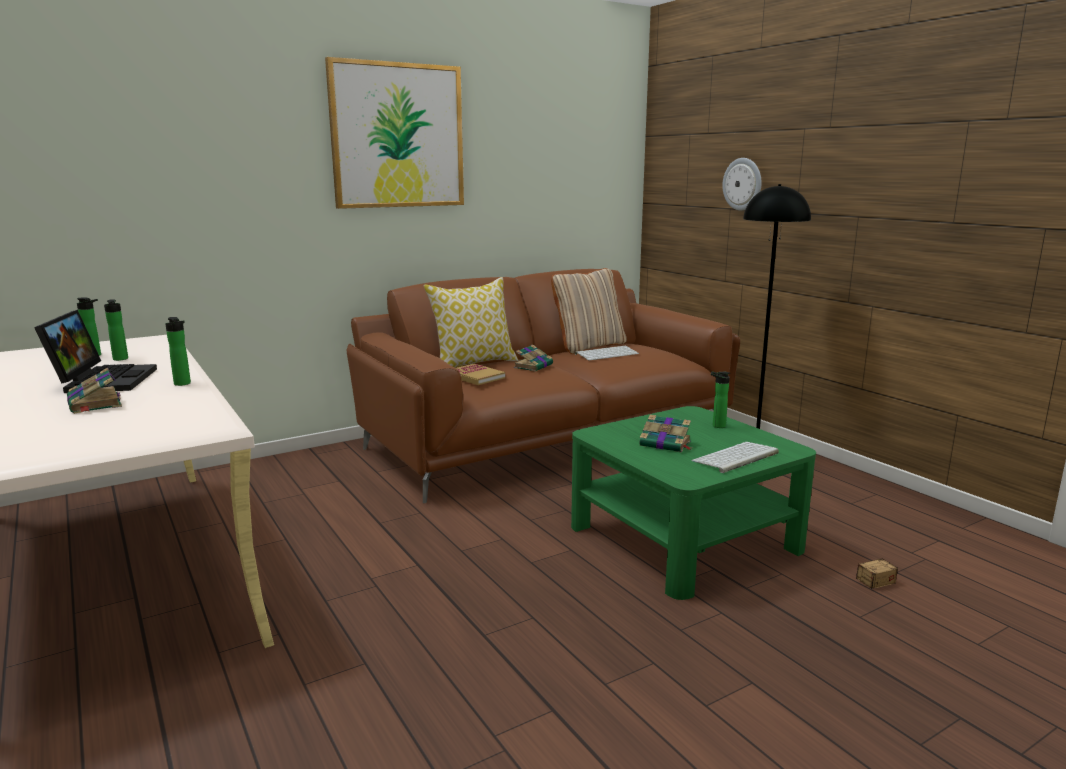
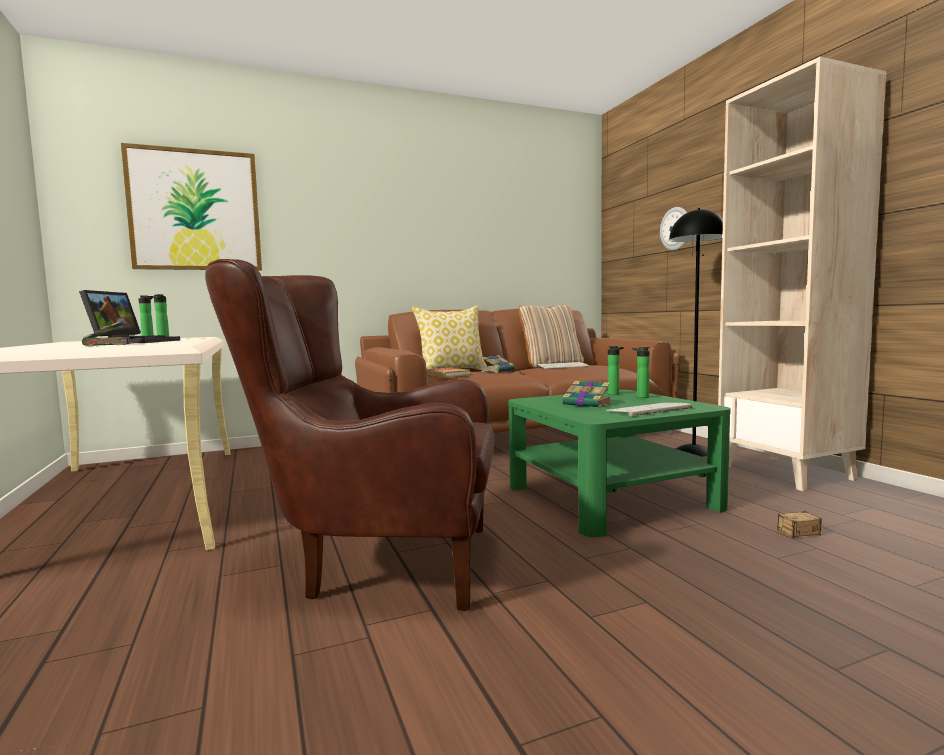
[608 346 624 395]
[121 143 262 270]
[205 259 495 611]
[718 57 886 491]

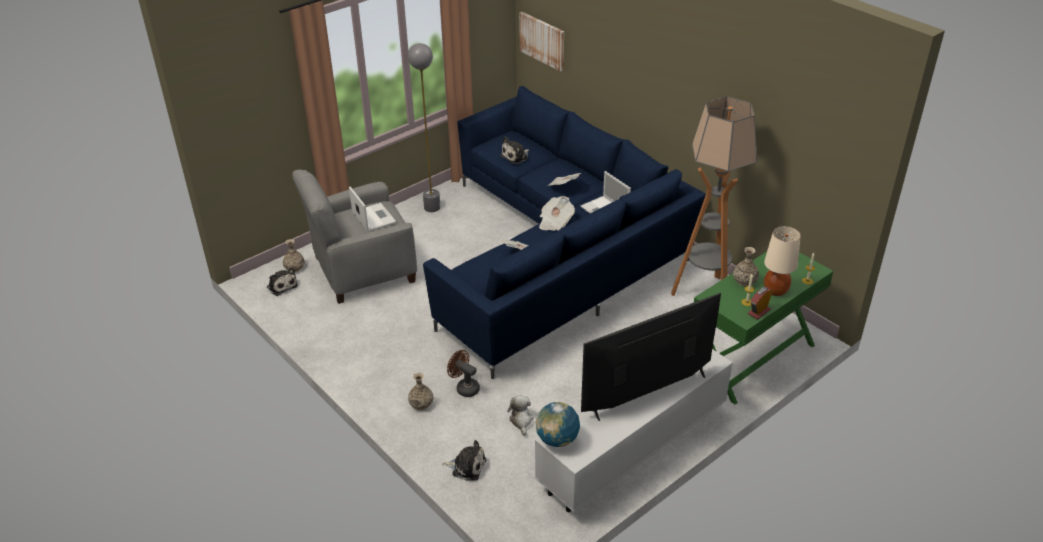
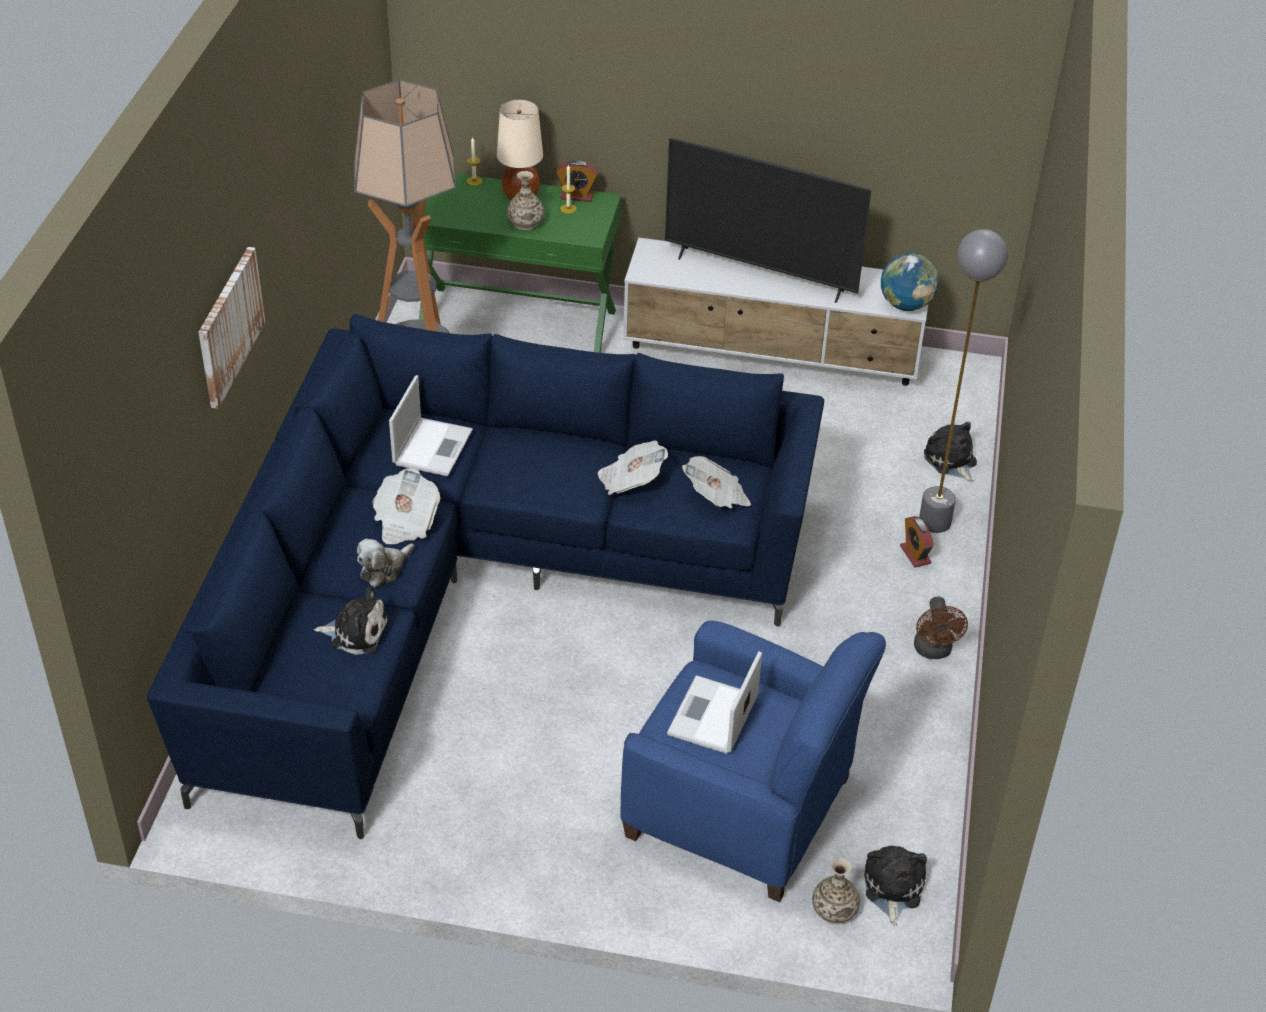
[621 620 886 902]
[919 229 1008 533]
[900 516 934 568]
[914 597 968 659]
[357 539 414 587]
[198 247 265 409]
[682 456 751 508]

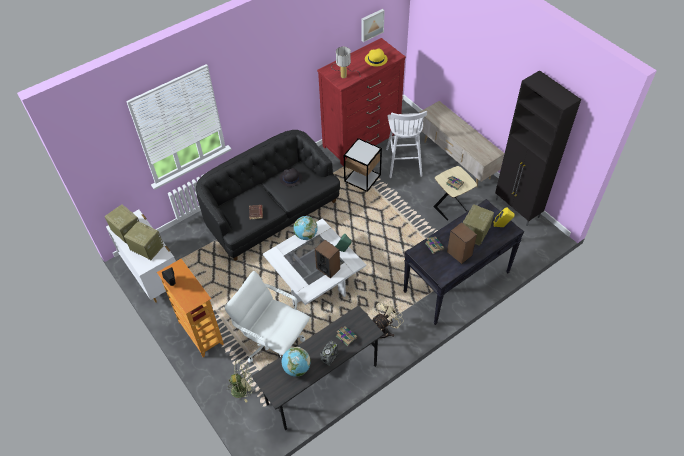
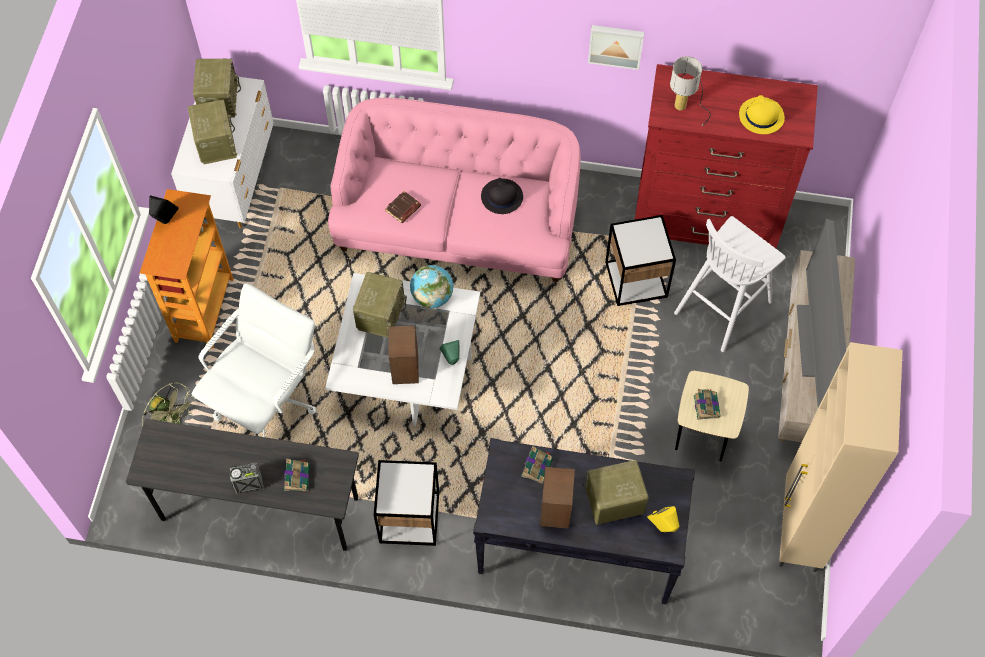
[328 98 581 282]
[192 283 316 437]
[282 347 311 377] (first image)
[588 25 644 70]
[374 460 439 546]
[779 342 903 572]
[353 272 407 338]
[797 219 846 408]

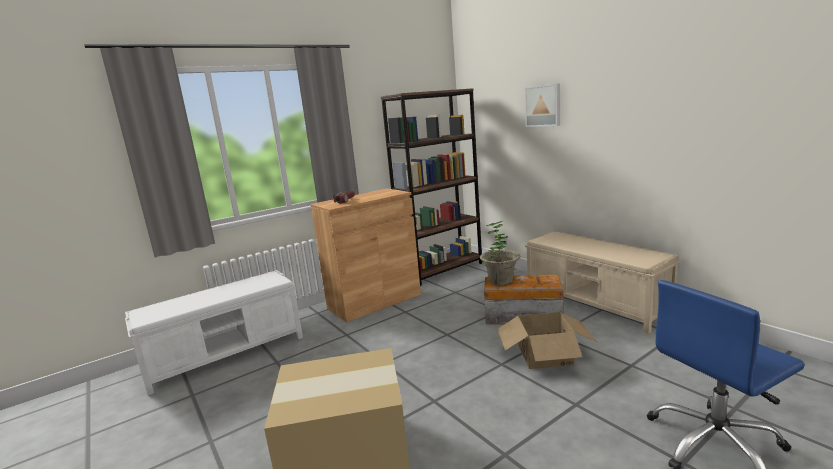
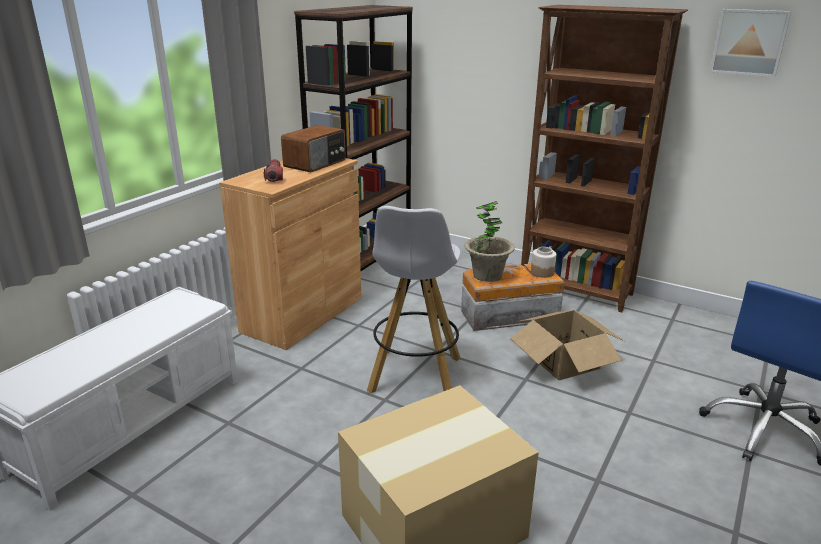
[710 9 791 77]
[521 5 688 312]
[281 125 346 172]
[367 206 461 393]
[531 247 556 278]

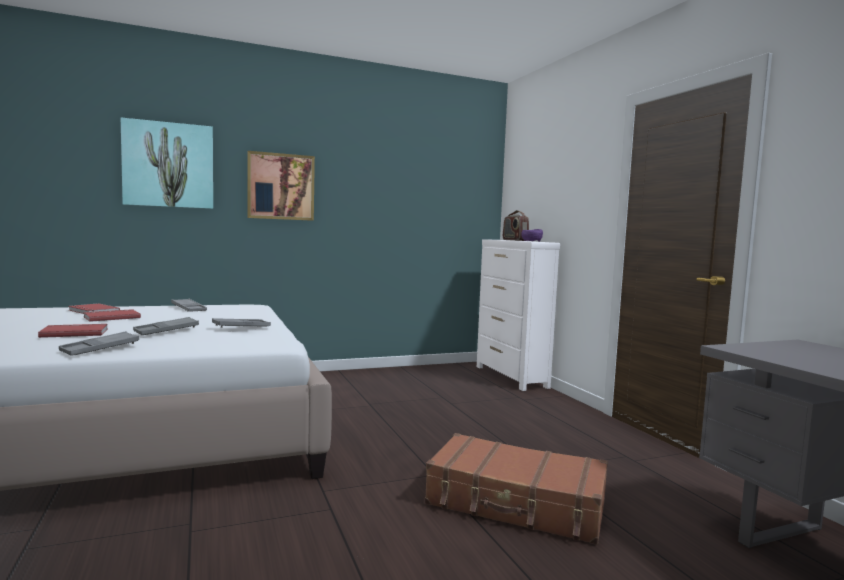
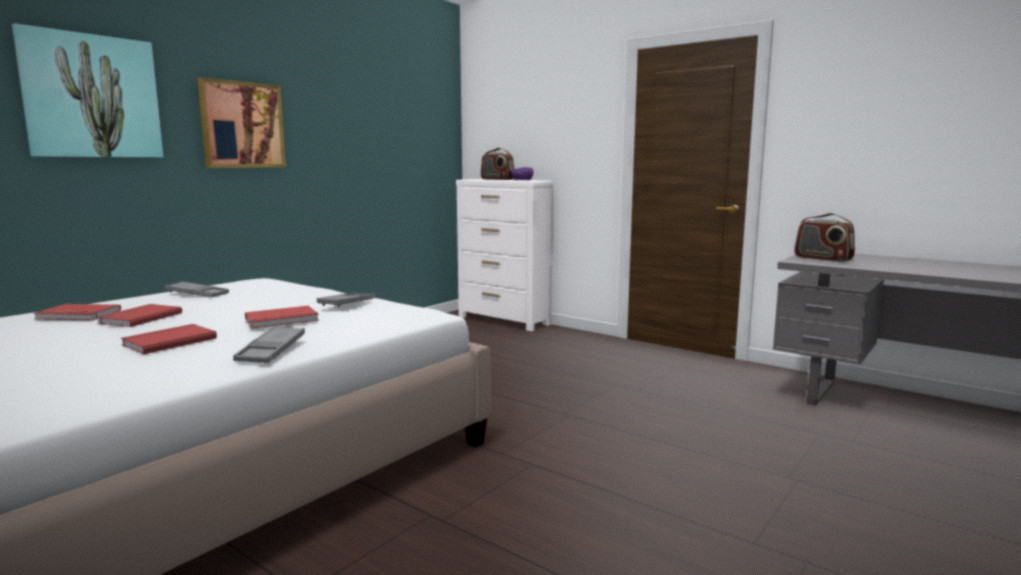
[245 306 319 329]
[425 433 608 545] (first image)
[794 213 855 262]

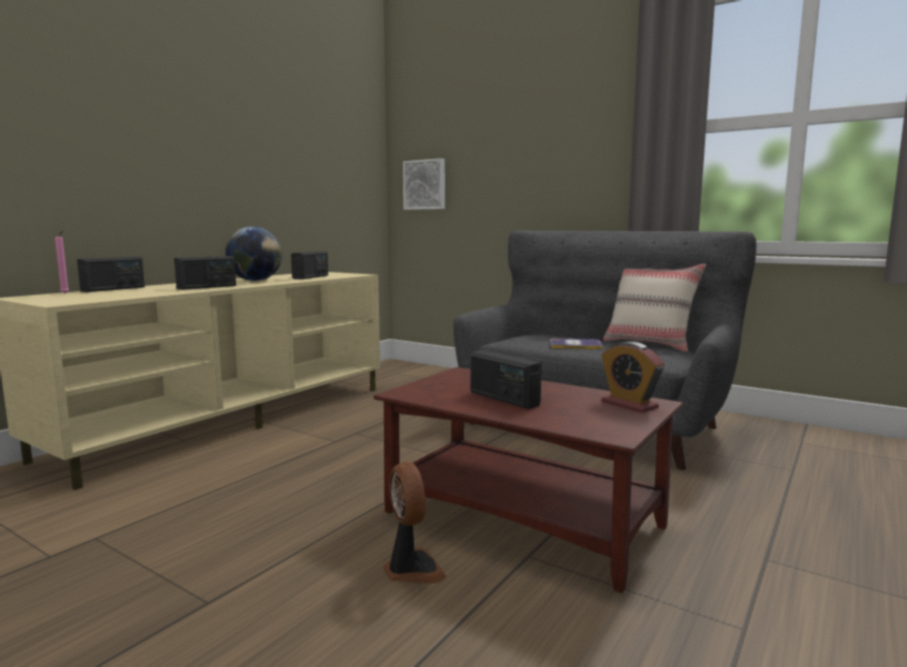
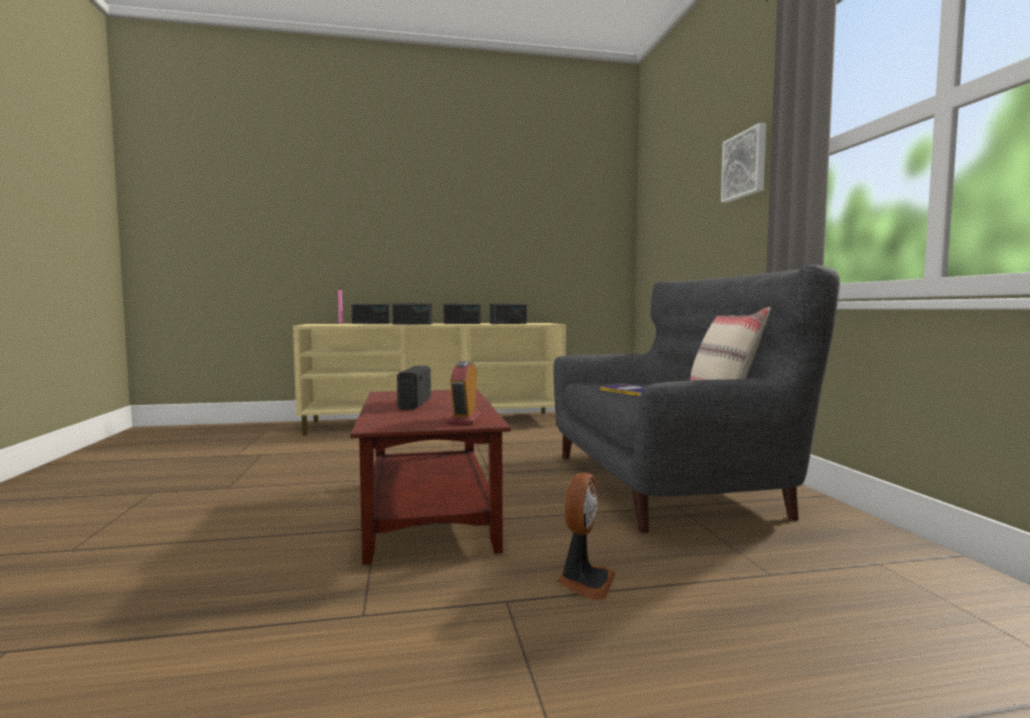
[444 304 481 324]
[557 473 616 600]
[721 123 766 203]

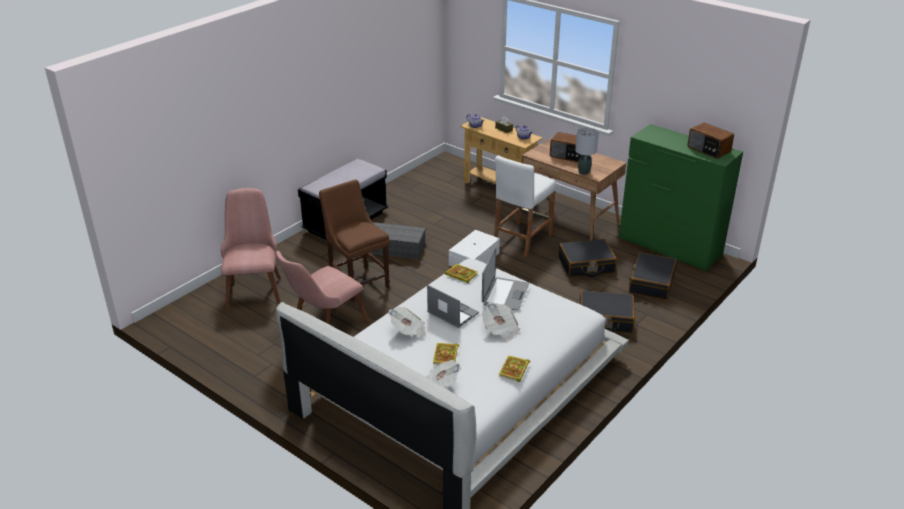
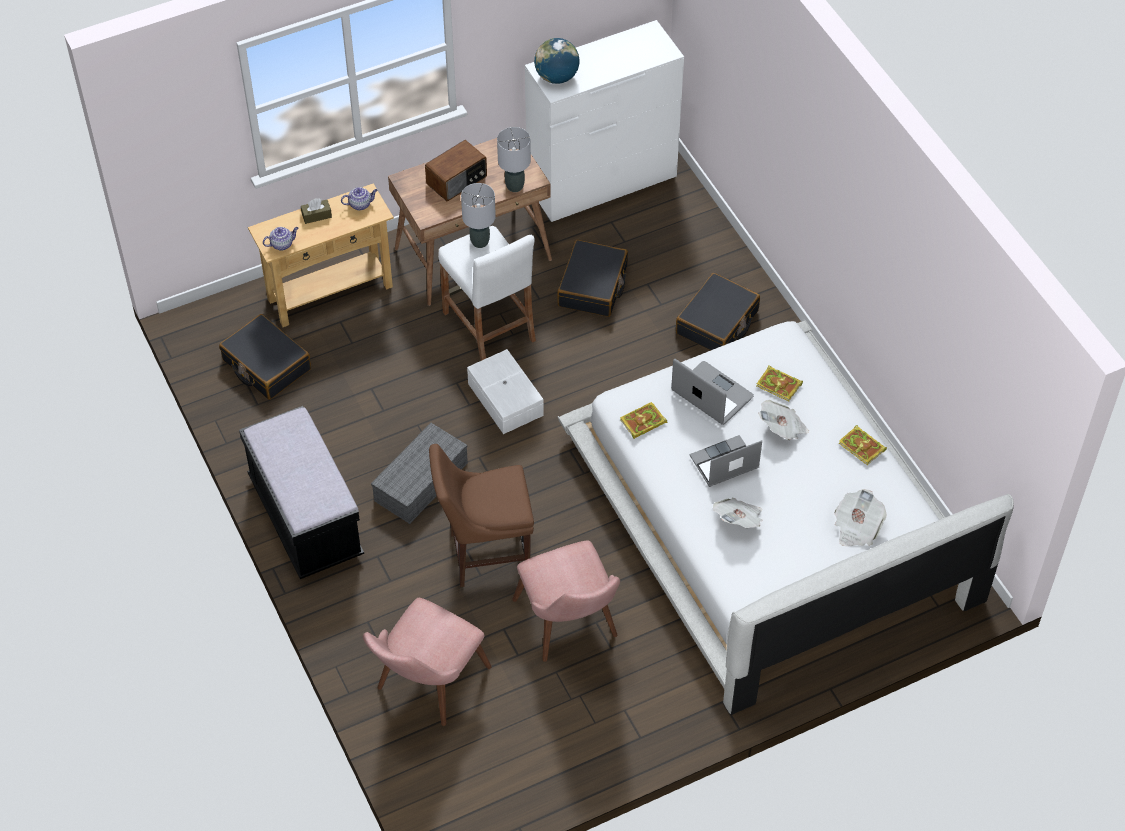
[363 598 492 726]
[757 365 803 401]
[525 20 684 222]
[219 314 311 400]
[687 123 734 159] (first image)
[461 183 496 248]
[534 38 579 84]

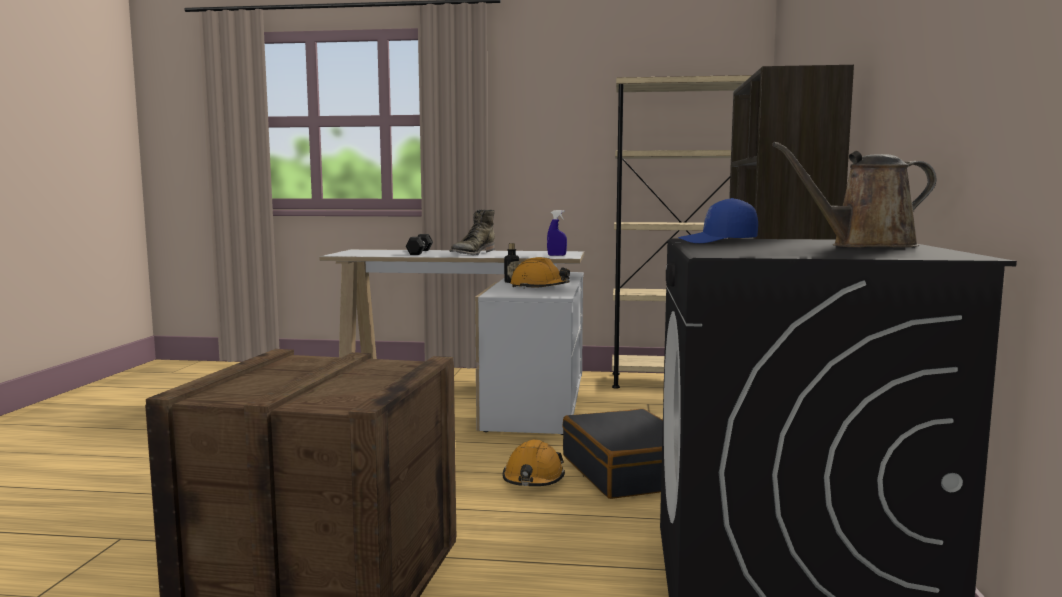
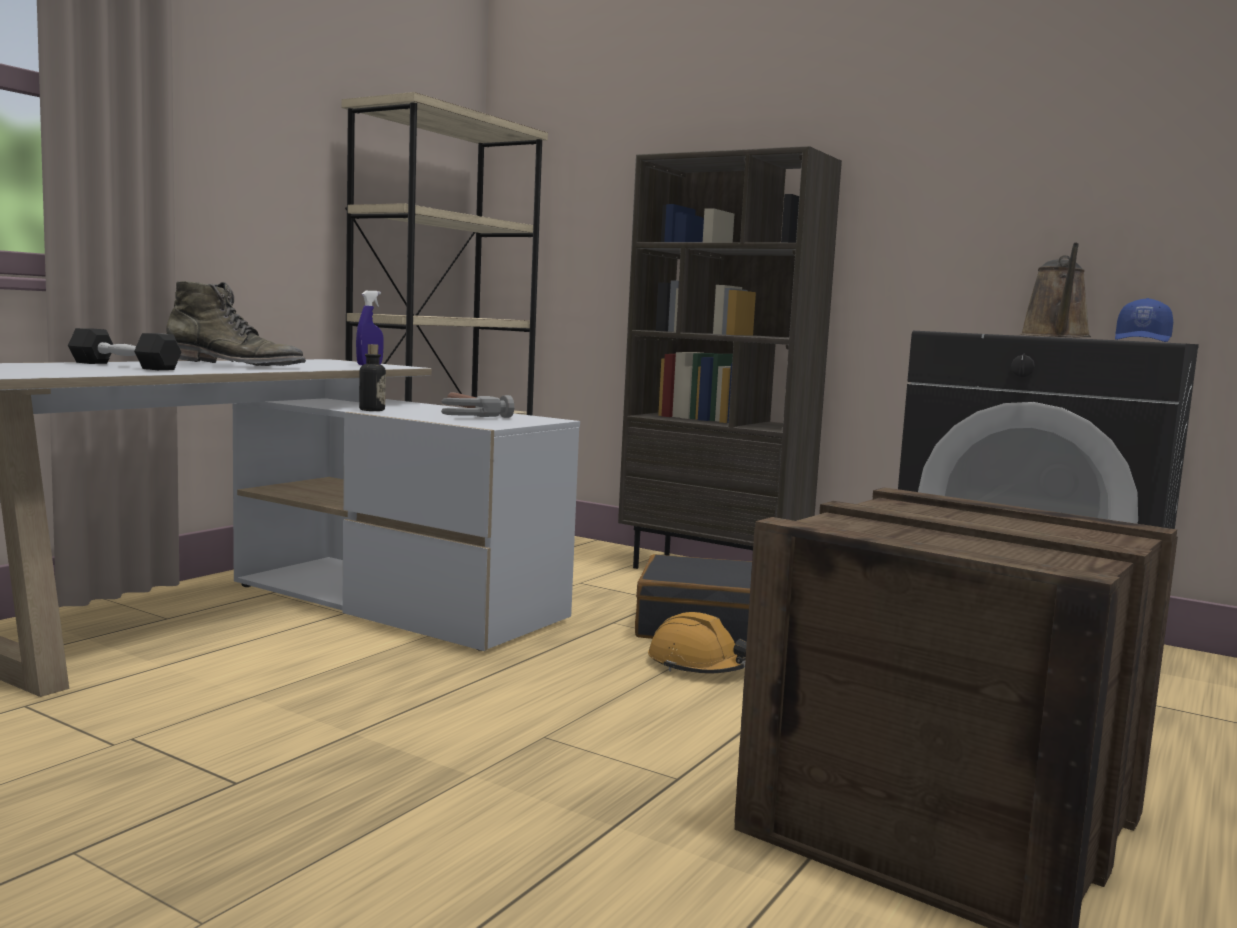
[166 281 306 366]
[441 392 514 418]
[1115 298 1173 342]

